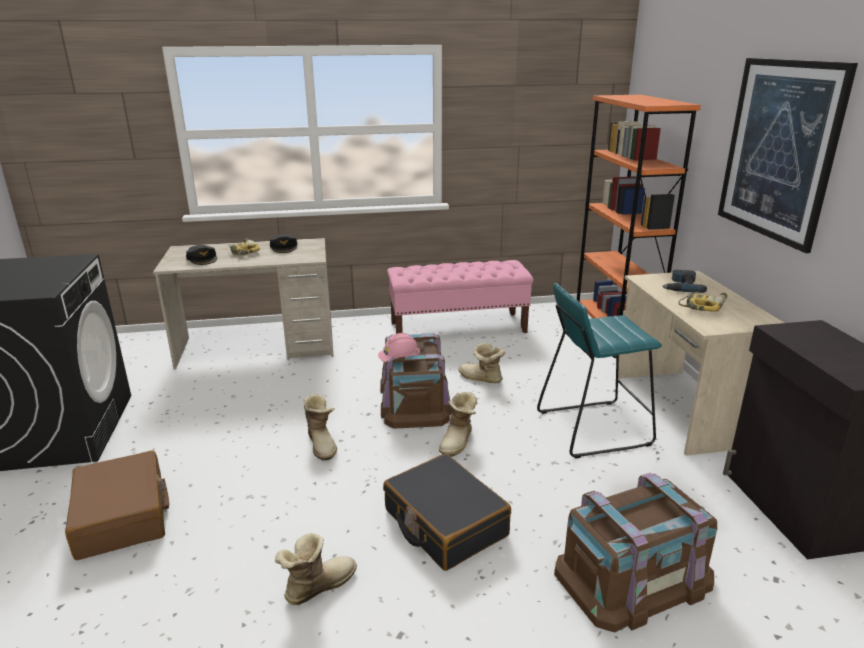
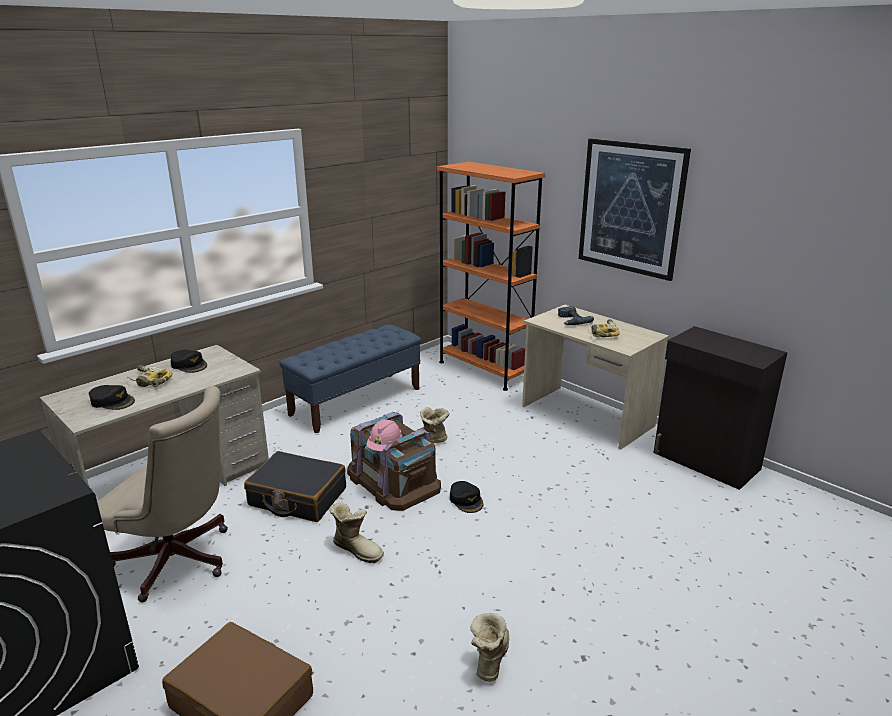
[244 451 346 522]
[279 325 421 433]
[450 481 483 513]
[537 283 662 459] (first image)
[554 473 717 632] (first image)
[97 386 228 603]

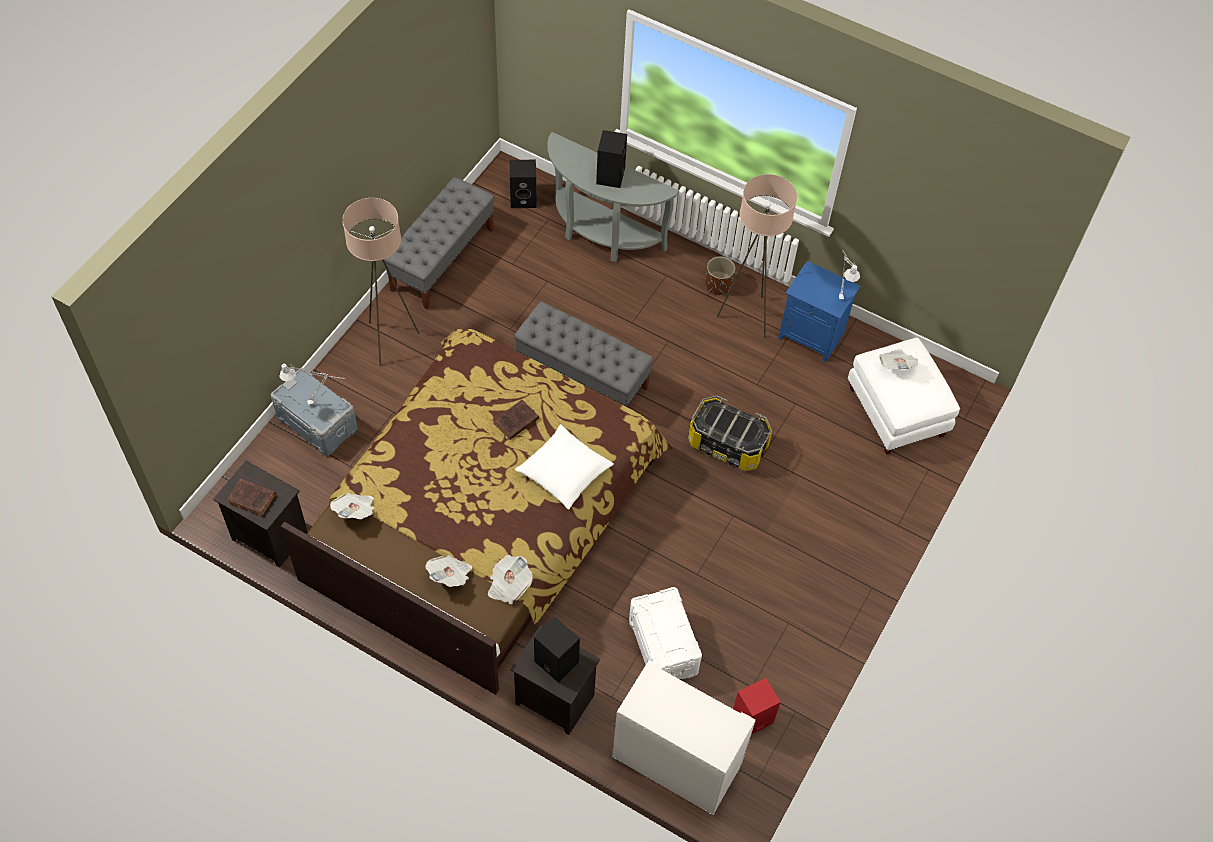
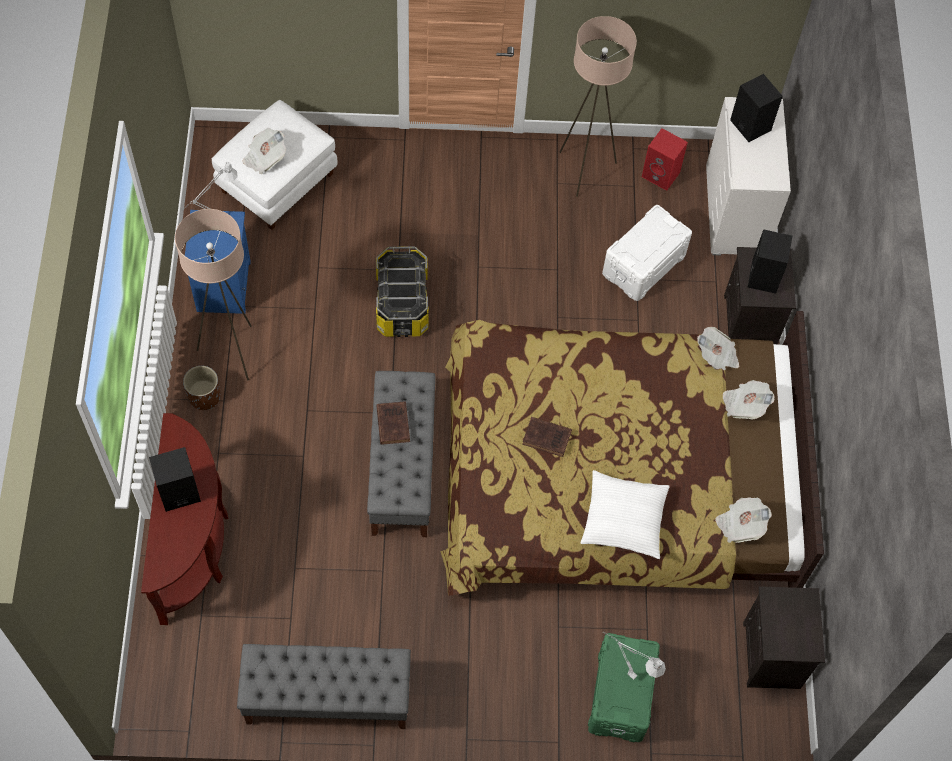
[376 401 410 445]
[588 633 660 742]
[559 16 637 197]
[730 74 783 142]
[580 470 670 559]
[141 413 229 625]

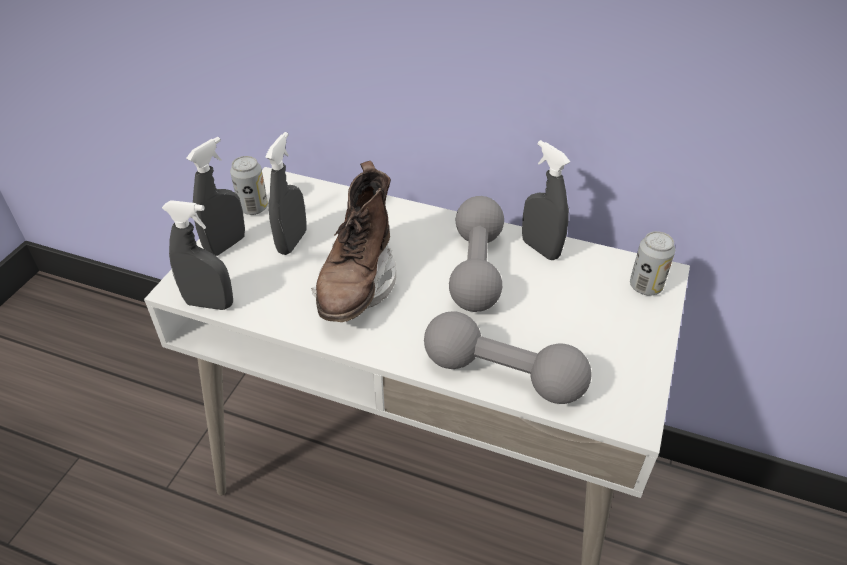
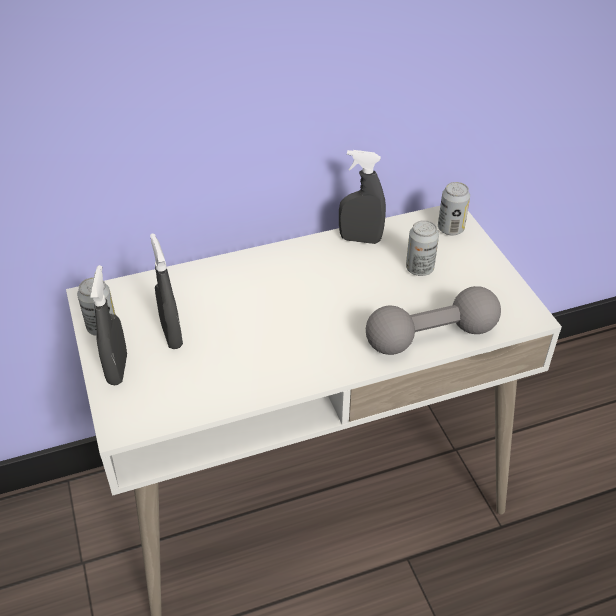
[162 200 233 310] (first image)
[311 161 396 322] (first image)
[449 196 504 312] (first image)
[406 220 439 276]

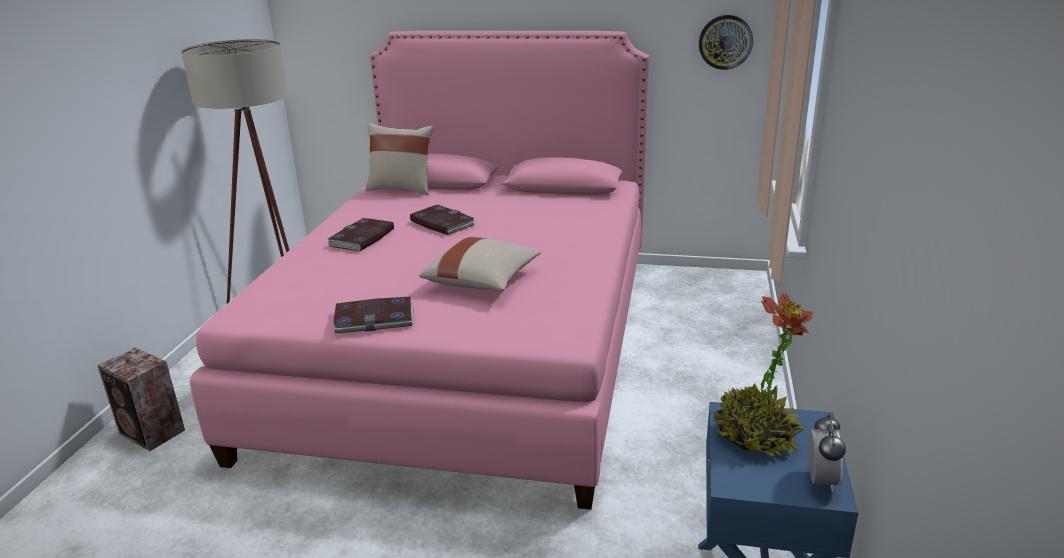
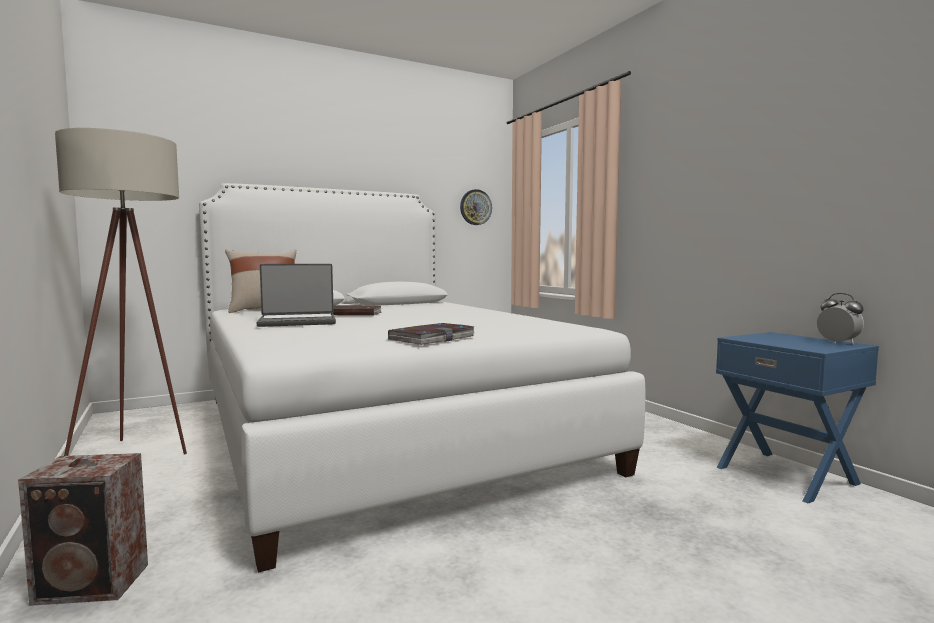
[199 183 645 573]
[257 264 336 327]
[419 237 541 291] (first image)
[712 292 813 457] (first image)

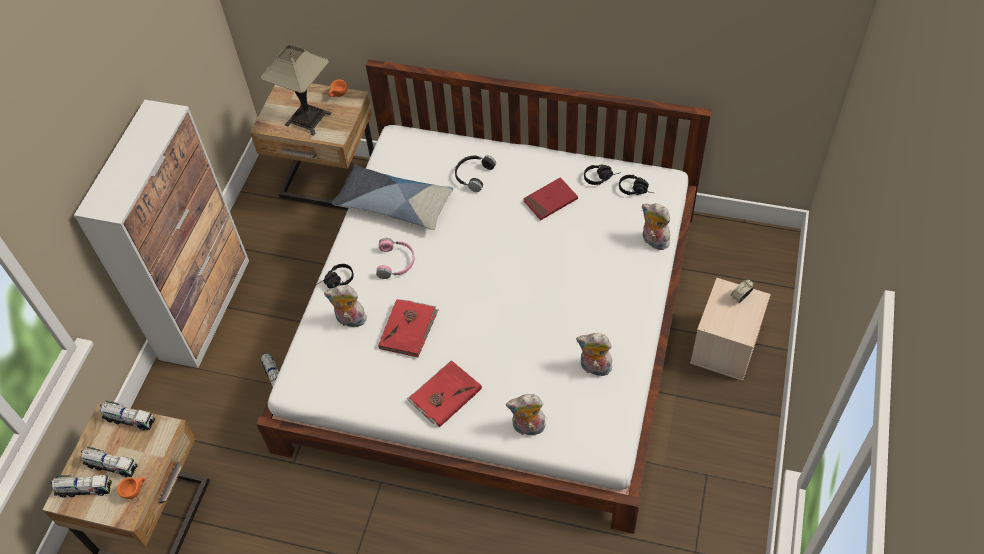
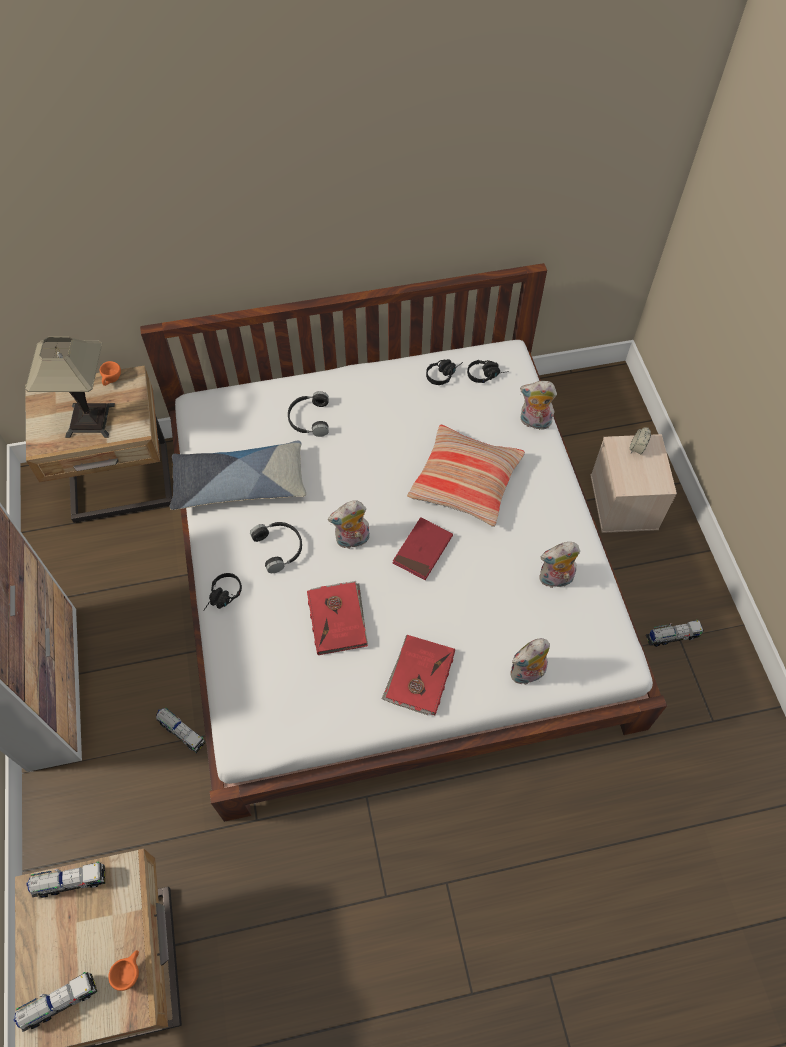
[646 620 704 647]
[328 500 370 549]
[250 522 302 573]
[393 517 453 580]
[407 425 525 527]

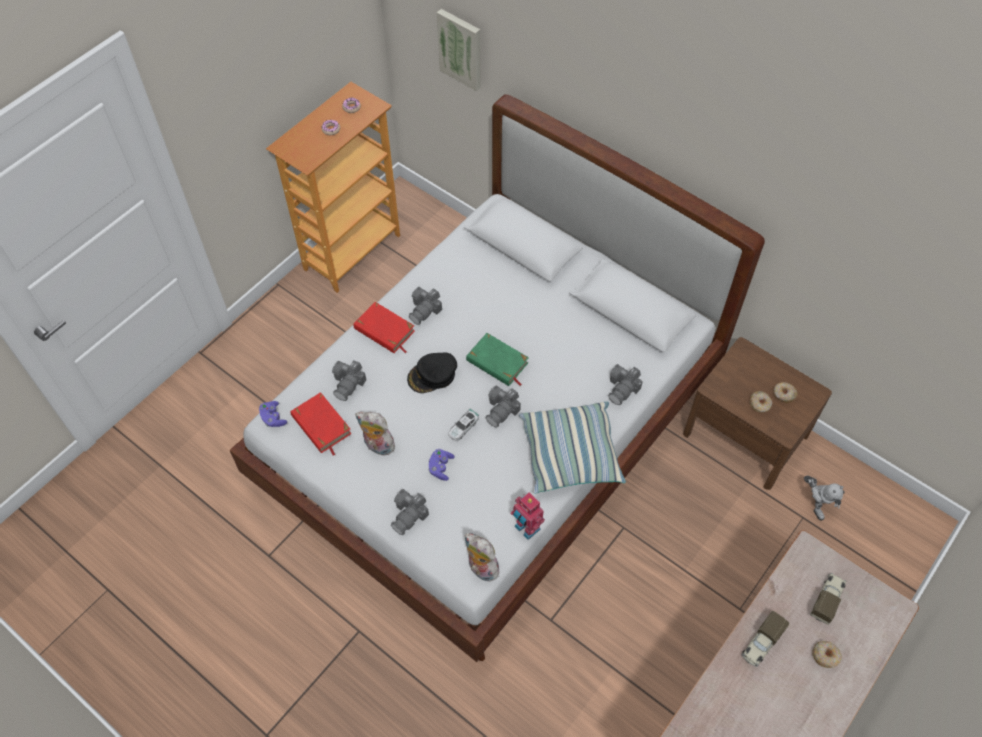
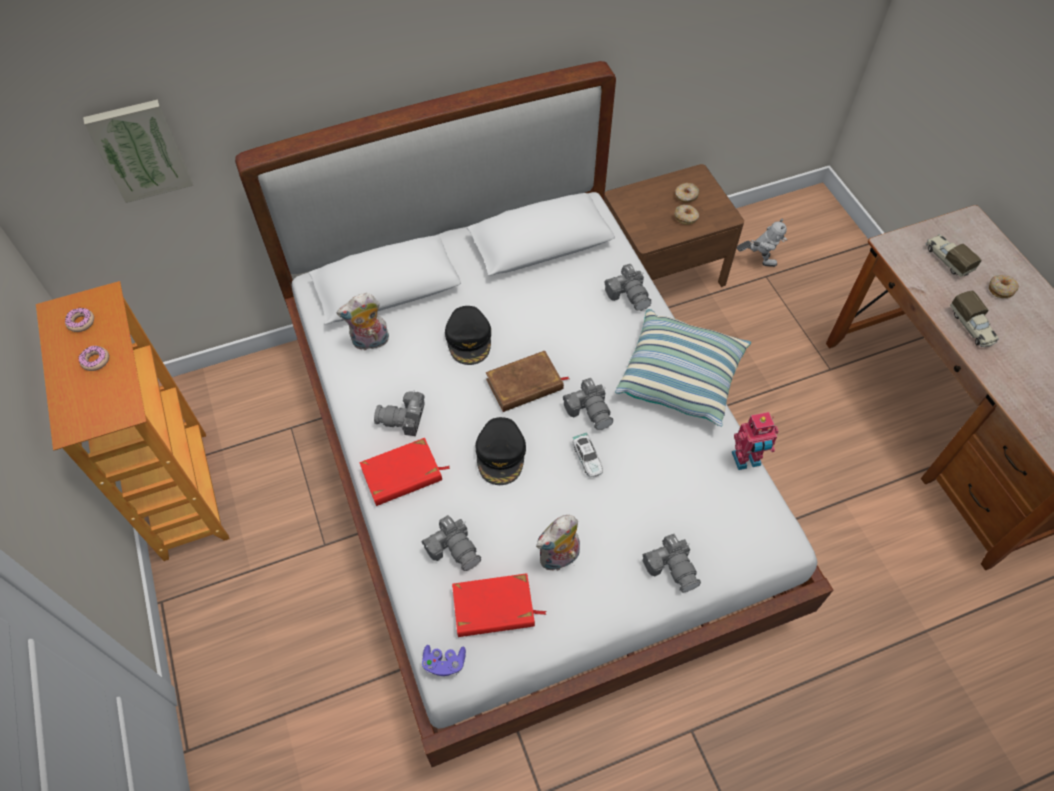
[374 390 425 436]
[428 449 455 481] (first image)
[337 293 389 351]
[486 351 569 412]
[445 306 491 365]

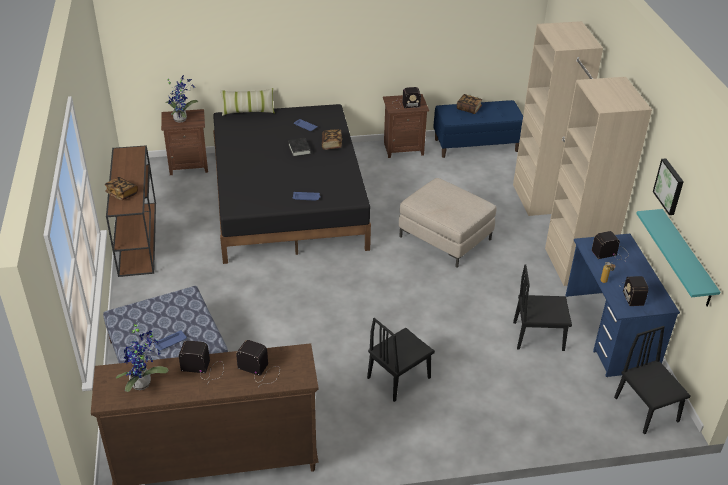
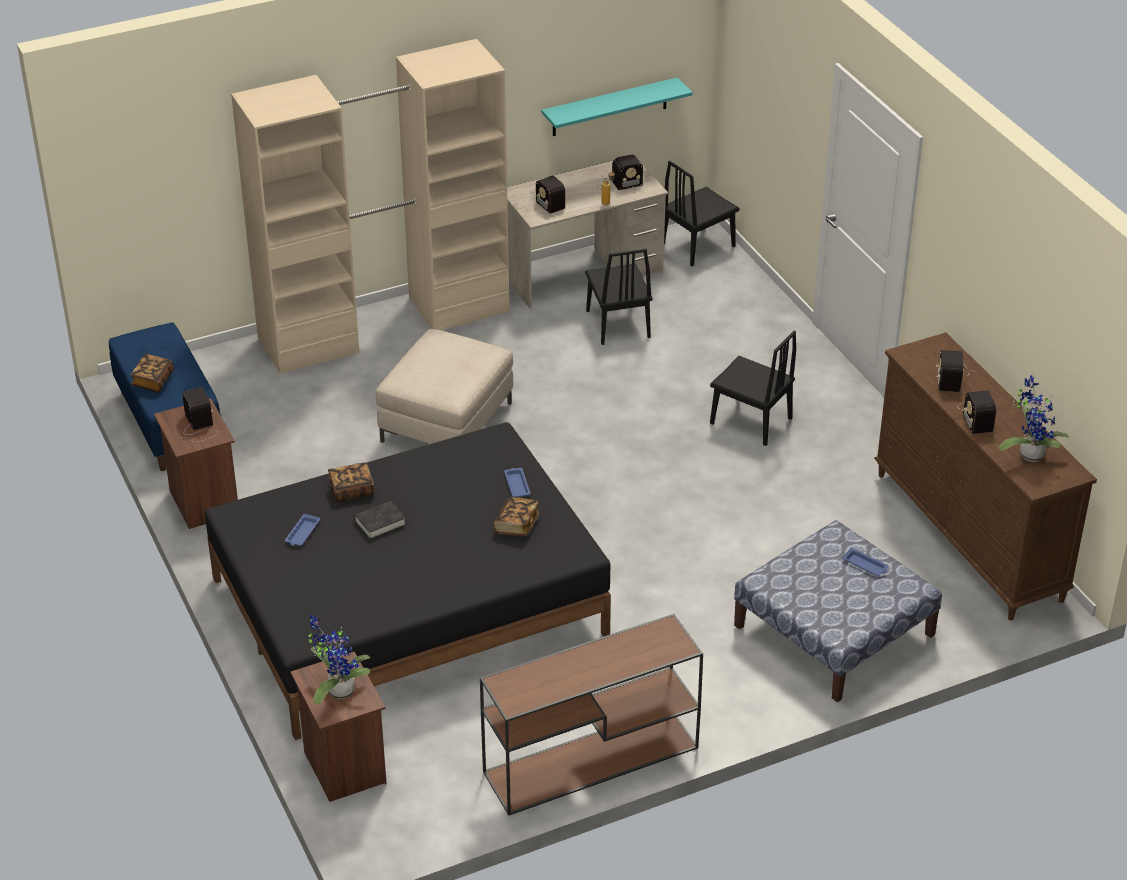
[494 497 540 536]
[220 88 275 116] (first image)
[507 161 668 308]
[653 158 684 215] (first image)

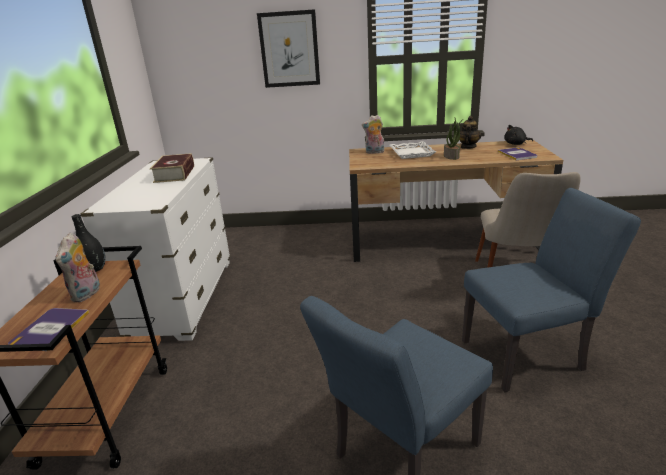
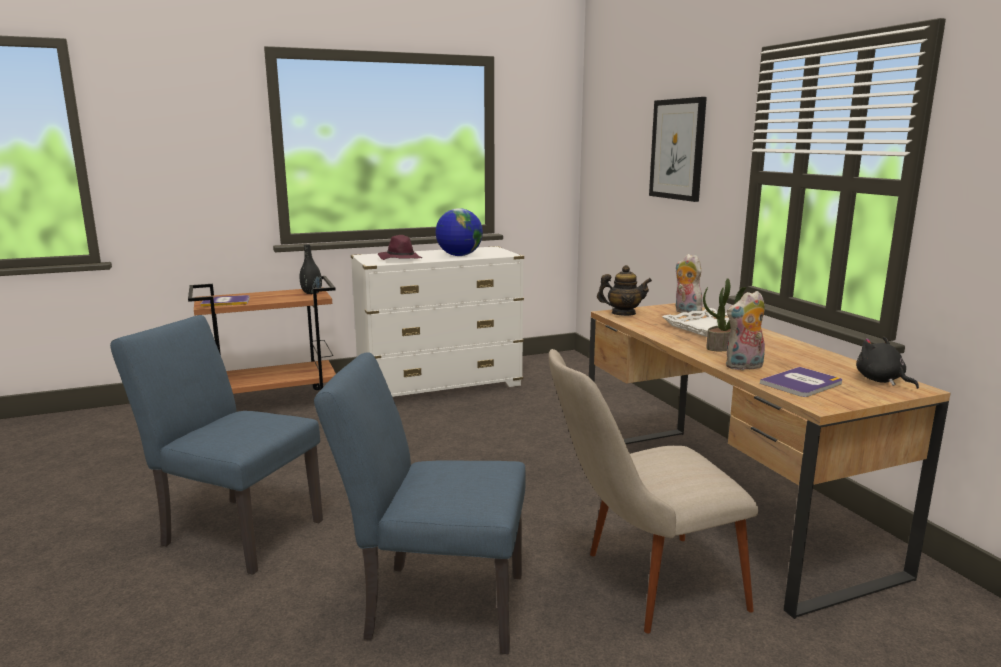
[726 291 765 370]
[435 208 483 256]
[597 265 652 316]
[314 353 526 654]
[378 235 423 260]

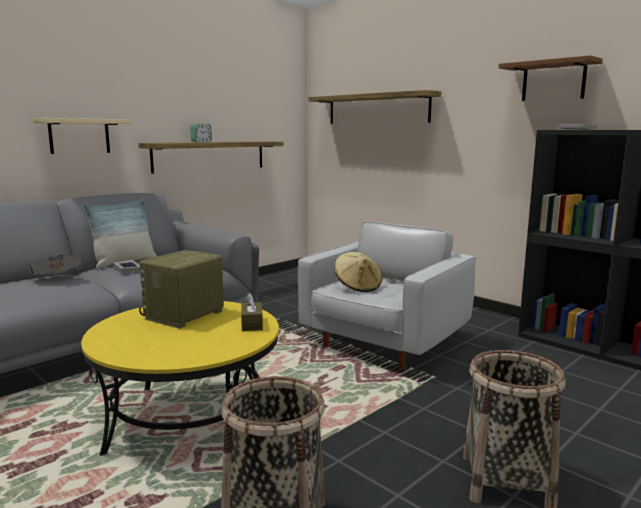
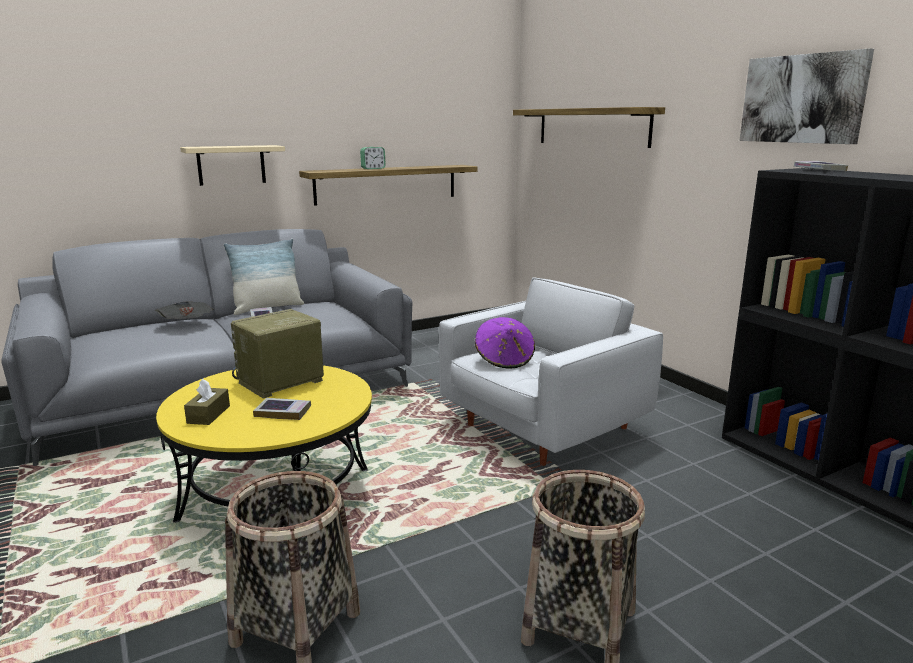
[184 379 230 425]
[475 317 535 369]
[739 48 874 144]
[253 398 311 420]

